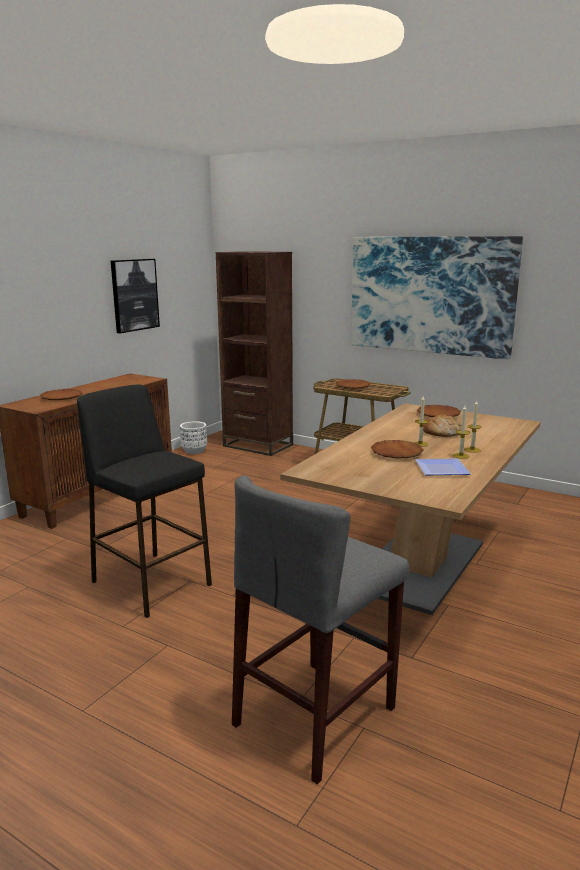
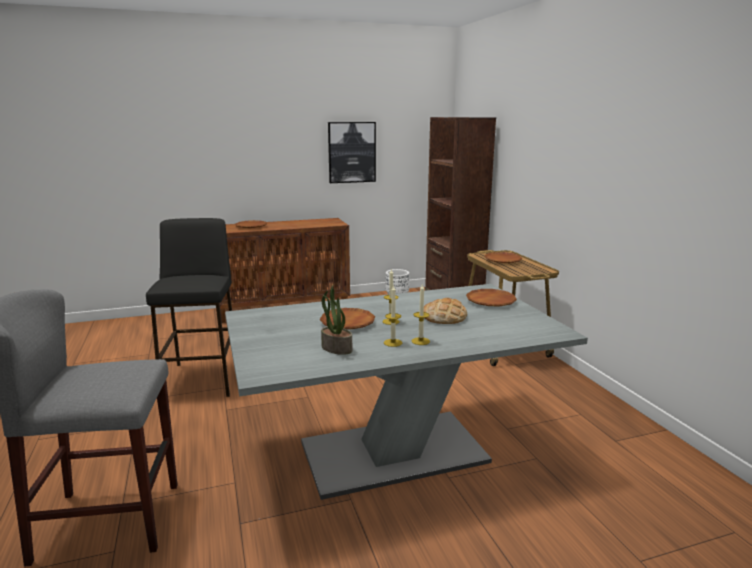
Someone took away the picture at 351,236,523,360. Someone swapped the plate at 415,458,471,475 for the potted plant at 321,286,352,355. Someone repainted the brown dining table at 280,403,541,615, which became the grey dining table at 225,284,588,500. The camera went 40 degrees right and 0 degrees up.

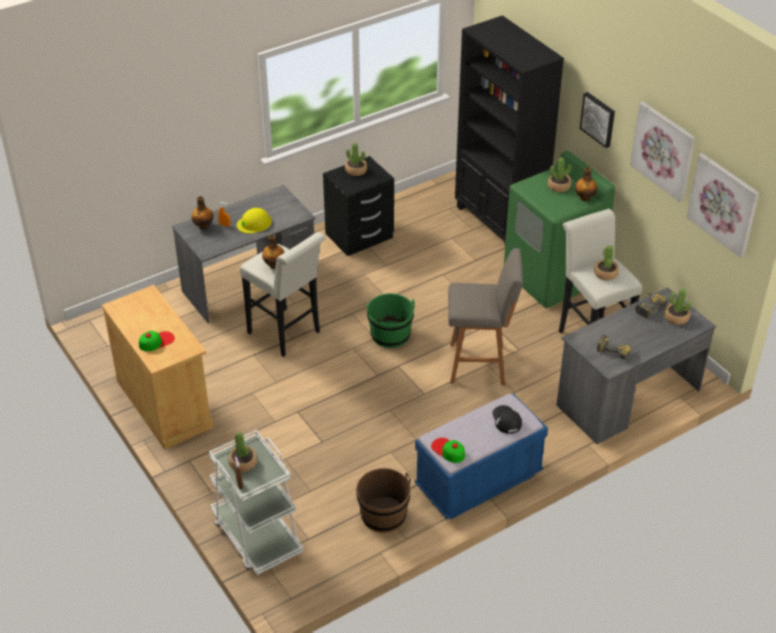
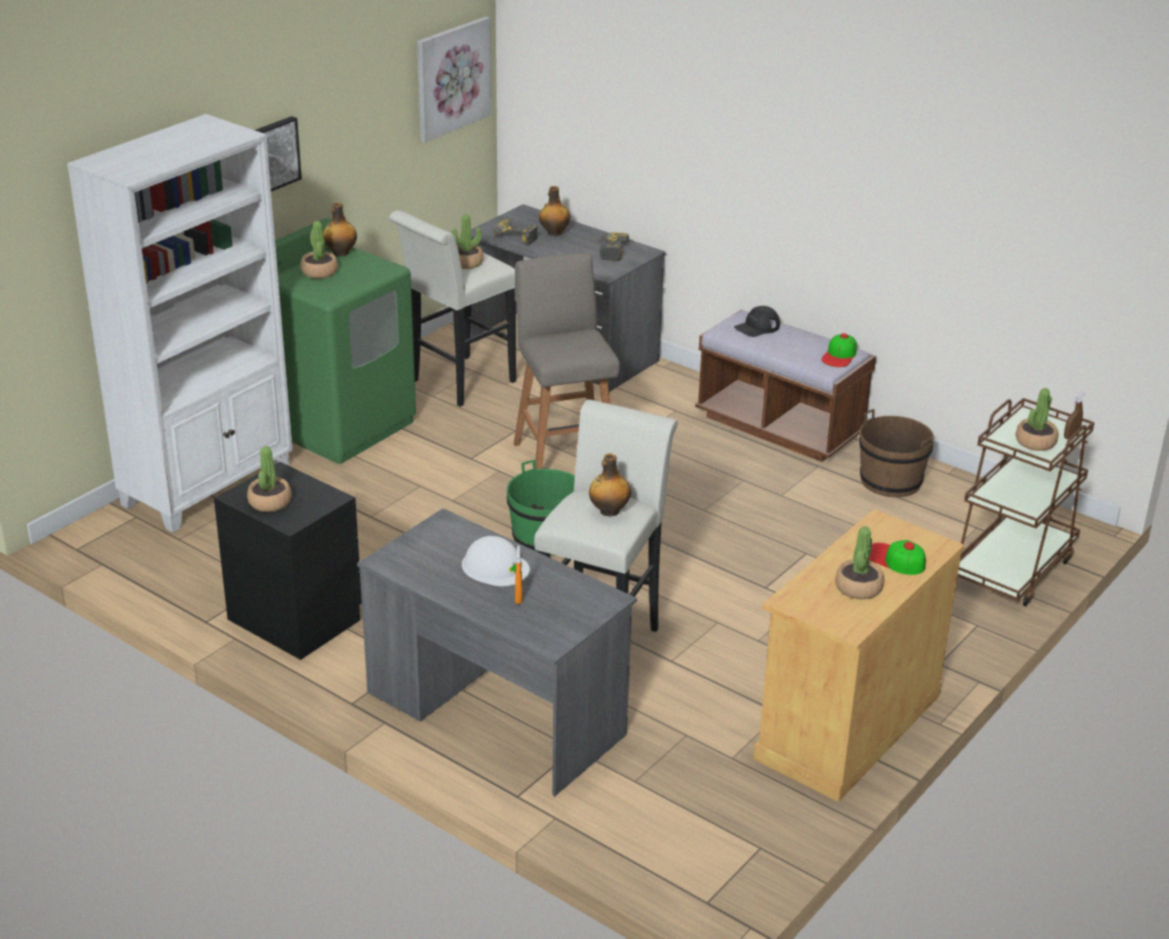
Someone took away the picture at 630,101,696,202. Someone carried the bottle from 192,196,214,230 to 539,186,570,236. Someone carried the potted plant from 664,288,691,325 to 835,526,884,599. Someone repainted the white cart at 209,430,303,575, which became the brown cart at 958,398,1095,607. Someone repainted the yellow hard hat at 237,208,272,234, which became the white hard hat at 462,536,530,586. Someone repainted the blue bench at 414,393,548,519, which became the brown bench at 695,310,876,462. Someone repainted the black bookcase at 455,15,564,242, which became the white bookcase at 67,114,292,533. The camera went 110 degrees left and 10 degrees down.

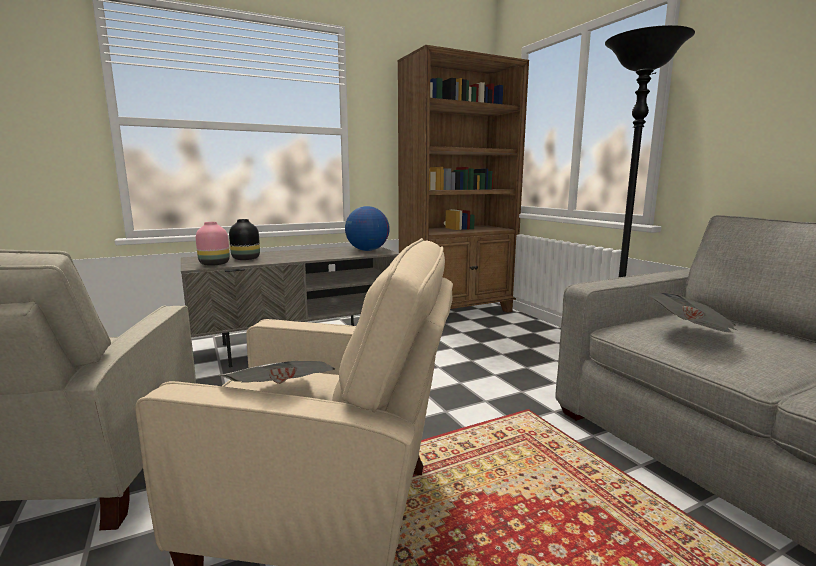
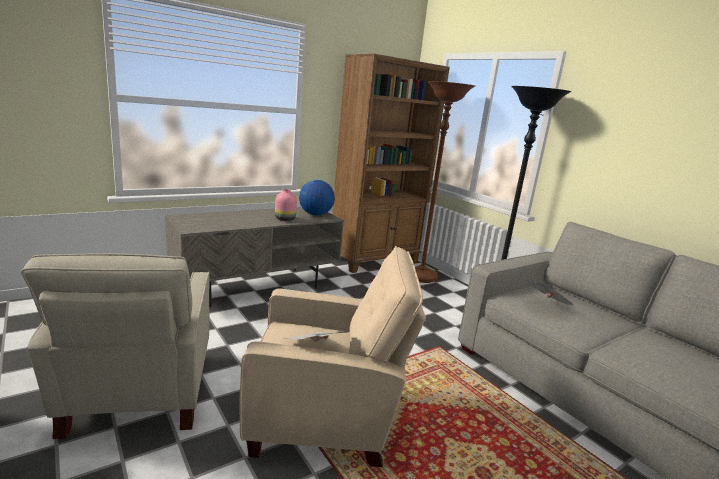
Someone took away the black vase at 229,219,260,260. Someone put down the brown floor lamp at 415,81,475,283. Someone carried the pink vase from 196,222,230,266 to 275,189,297,221. The camera went 10 degrees left and 5 degrees up.

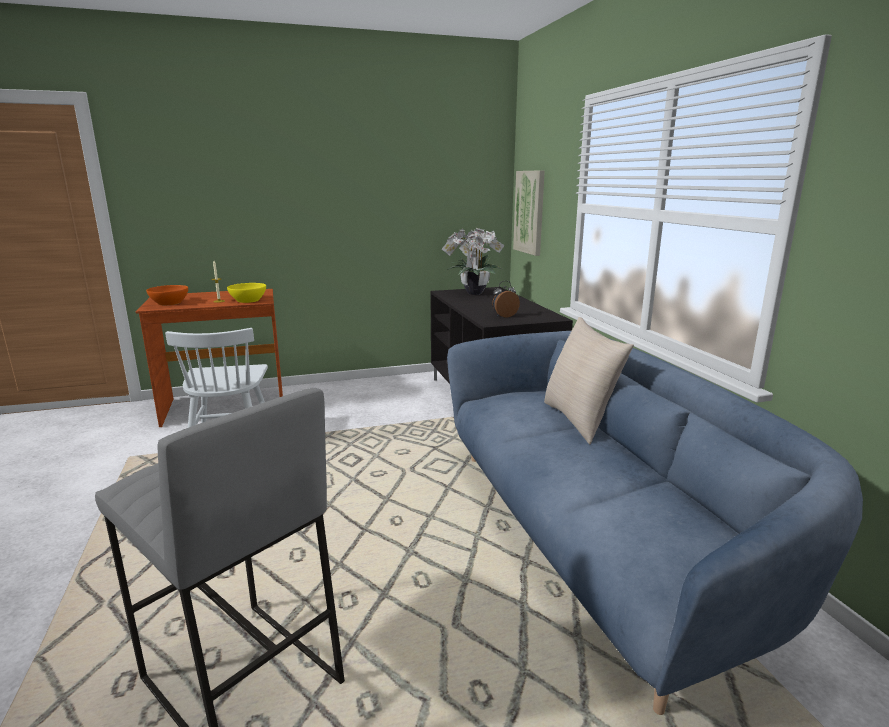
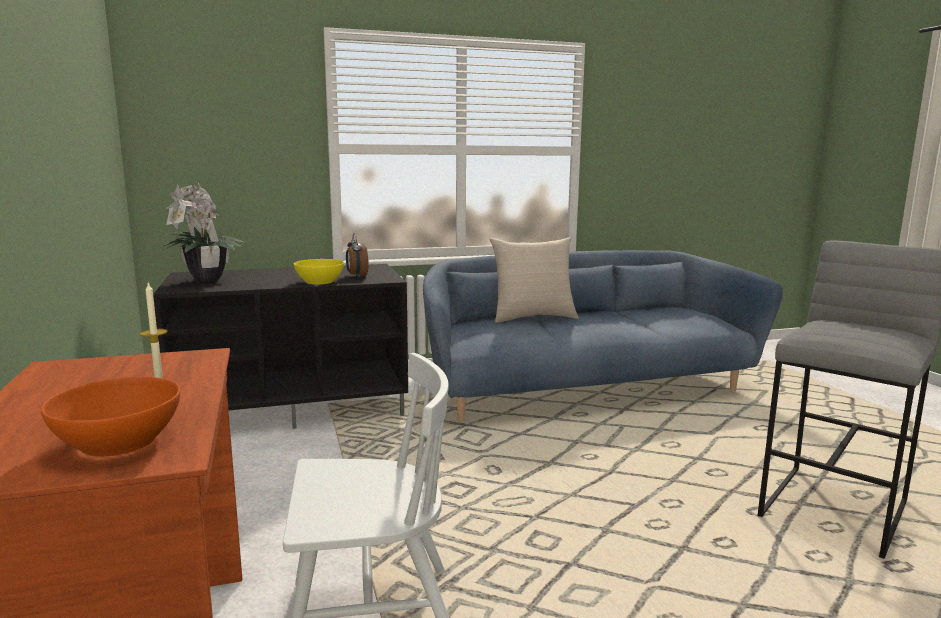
Someone took away the picture at 513,170,545,256. Someone carried the yellow bowl from 227,283,266,303 to 294,259,344,284. The camera went 90 degrees left and 5 degrees down.

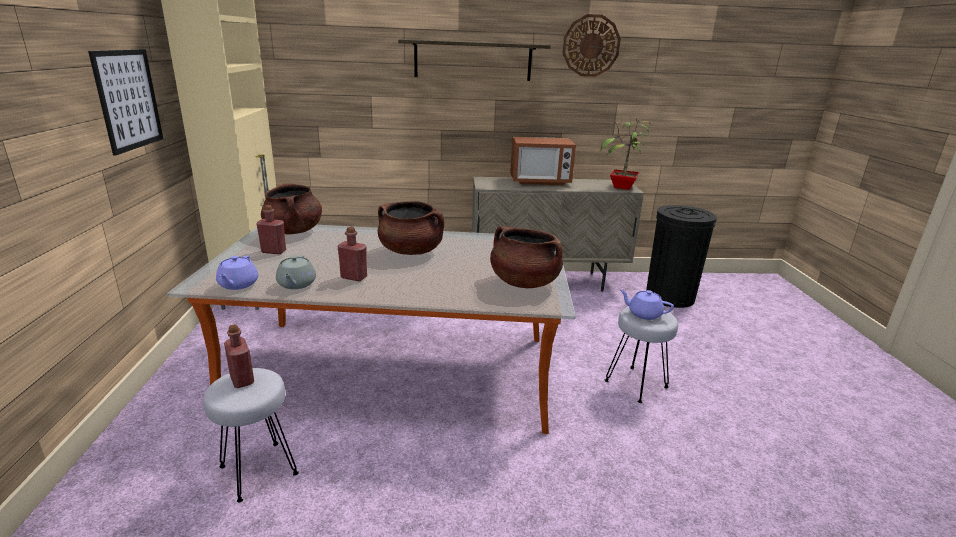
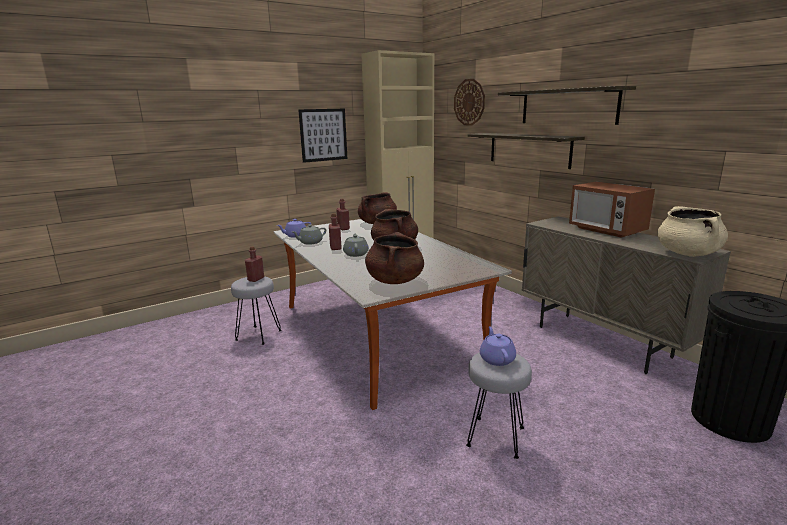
Someone put down the grey teapot at 343,234,369,257. Someone put up the shelf at 468,133,585,169. Someone carried the wall clock from 562,14,621,77 to 454,79,485,125. Someone swapped the potted plant at 600,116,652,190 for the beige cooking pot at 658,206,728,257. The camera went 60 degrees right and 5 degrees down.

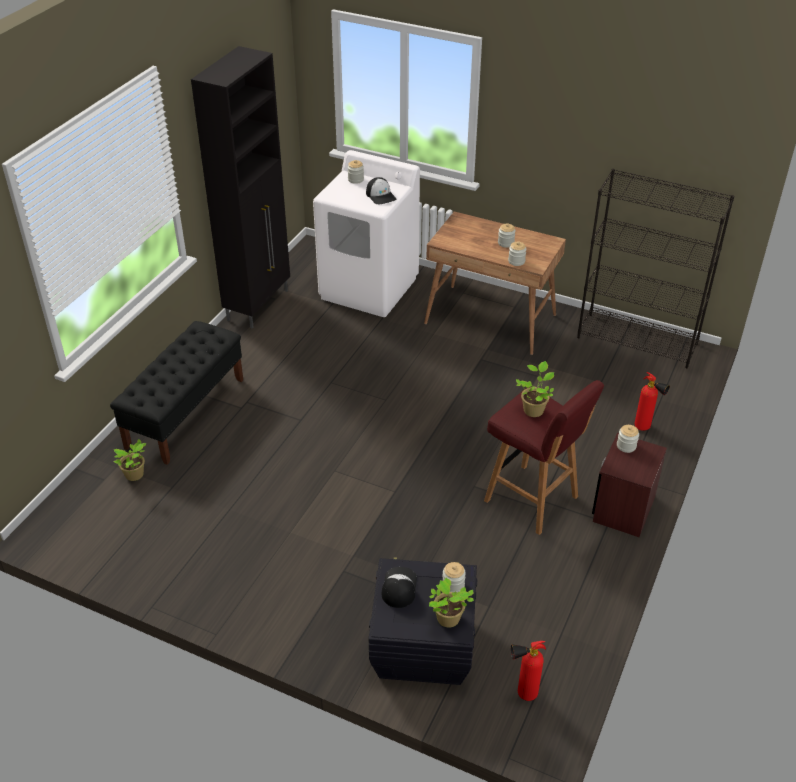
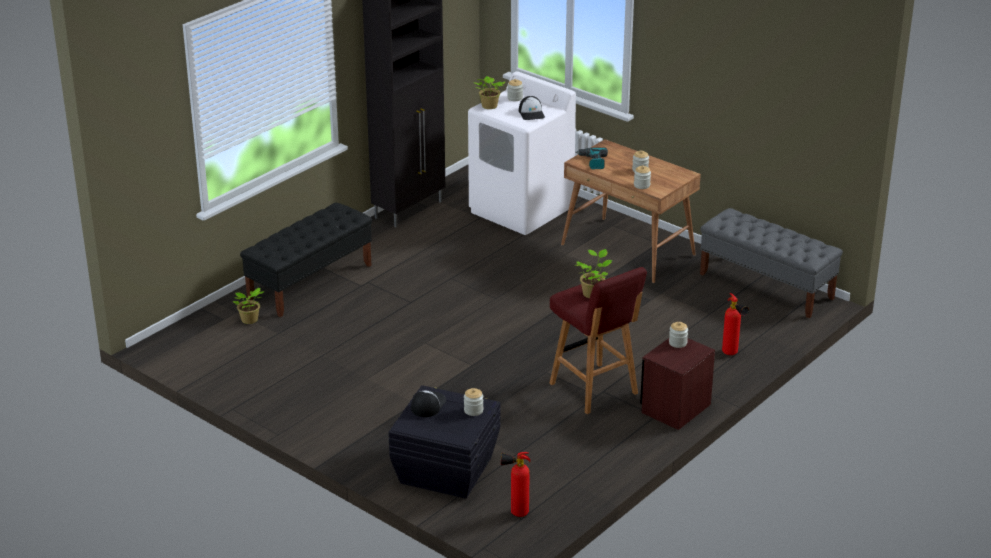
Someone put down the power drill at 575,148,608,169. Someone carried the potted plant from 429,578,474,628 to 474,76,505,109. Someone swapped the black bookcase at 577,169,734,368 for the grey bench at 700,208,843,318. The camera went 15 degrees right and 10 degrees down.

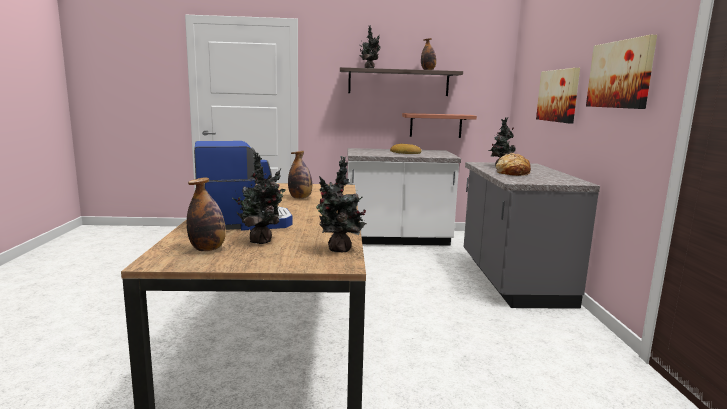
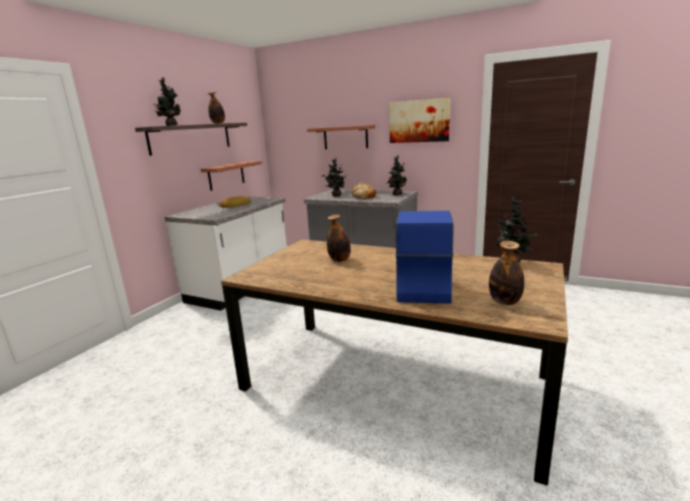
Someone carried the potted plant from 232,153,285,244 to 387,155,407,195. Someone swapped the picture at 536,68,580,124 for the shelf at 307,125,375,149. The camera went 60 degrees left and 5 degrees up.

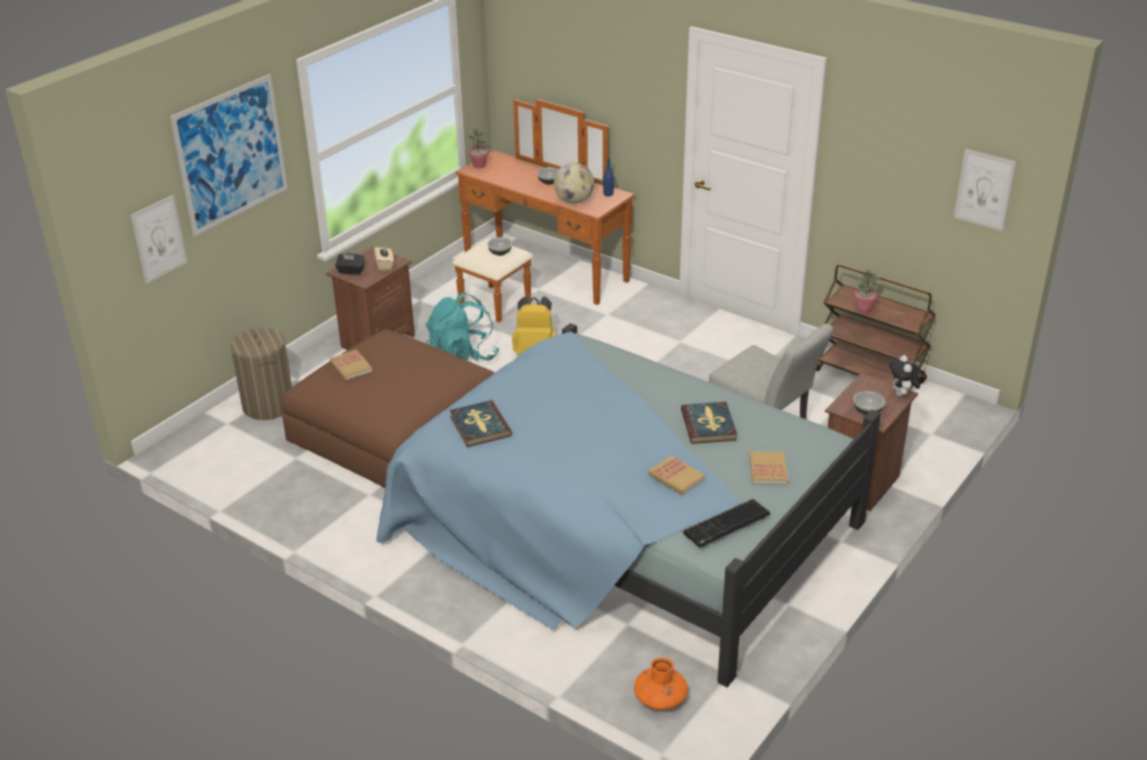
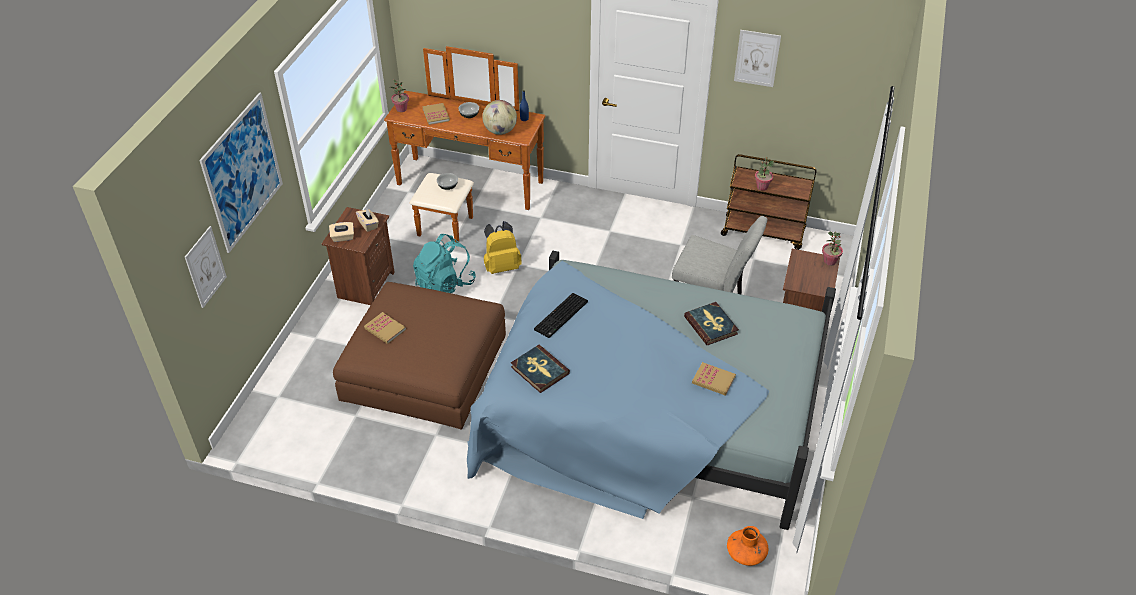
Someone took away the laundry basket at 230,328,292,420. Someone took away the bowl at 853,391,885,415. Someone carried the keyboard from 683,499,770,547 to 534,293,588,338. Someone carried the book from 749,452,788,485 to 423,103,450,125. Someone carried the picture from 954,149,1016,231 to 734,30,781,87. Someone swapped the plush toy at 889,355,920,396 for the potted plant at 822,232,843,266. Someone repainted the black tissue box at 335,253,365,275, which became the beige tissue box at 329,222,354,242. The camera went 20 degrees left and 10 degrees up.

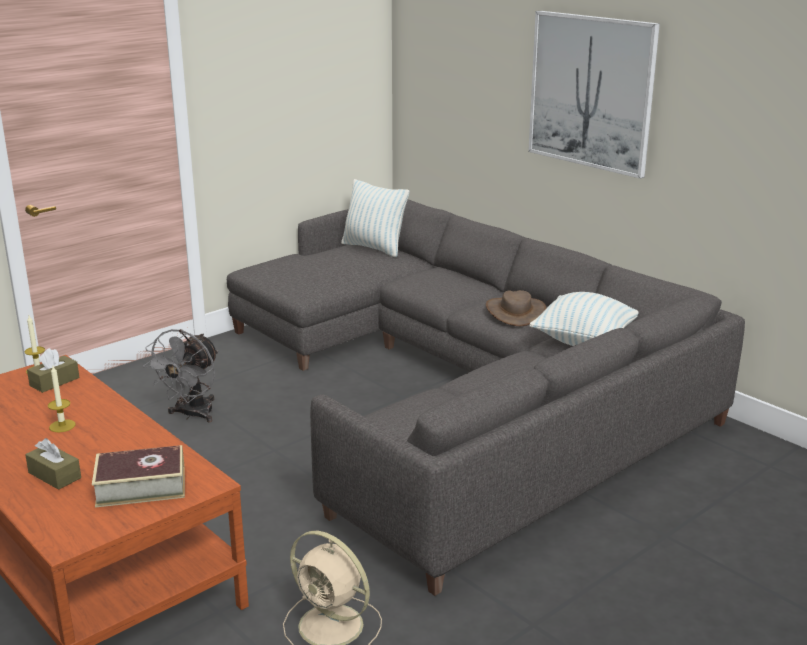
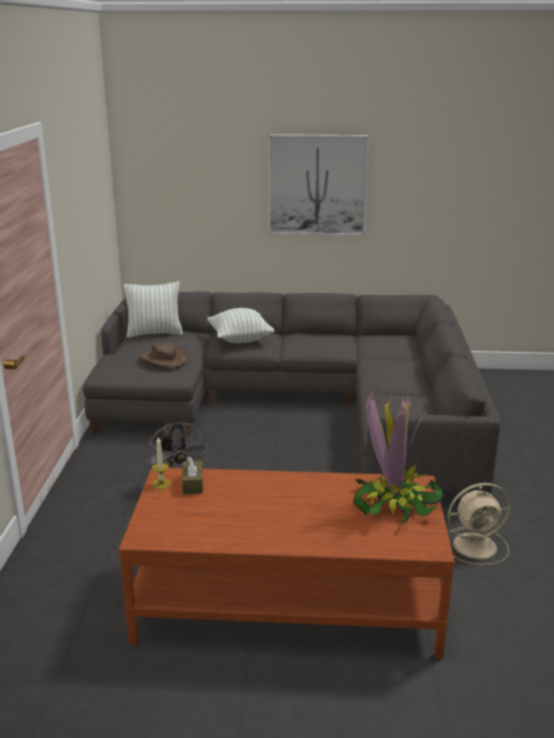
Someone took away the brown tissue box at 25,438,81,490. Someone took away the candle at 48,366,75,432. Someone carried the brown hat from 486,290,546,326 to 140,342,187,367. Someone carried the pillow from 529,292,638,346 to 207,308,275,343. Someone swapped the book at 92,445,185,508 for the potted plant at 354,387,444,526. The camera went 45 degrees left and 0 degrees up.

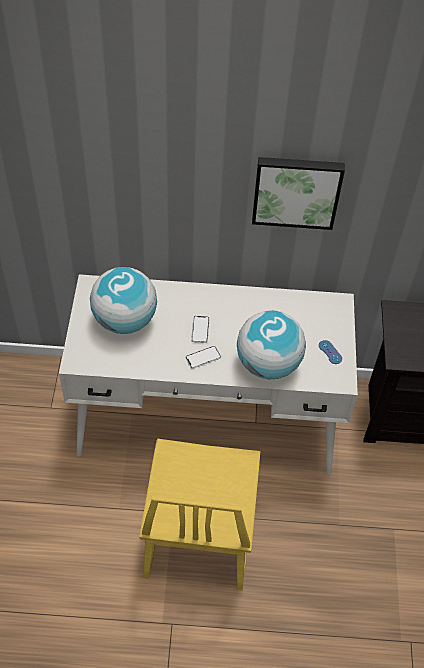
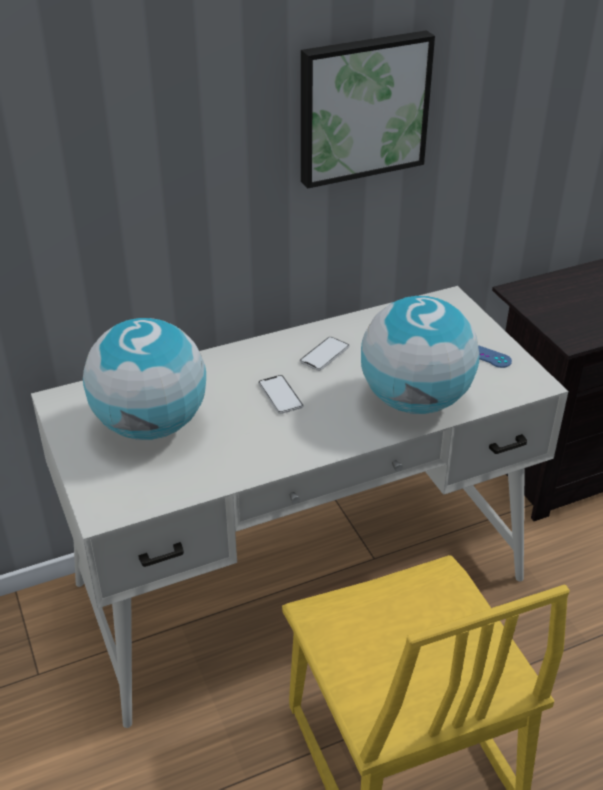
Someone carried the phone from 185,346,221,369 to 300,337,350,371. The camera went 25 degrees left and 15 degrees down.

